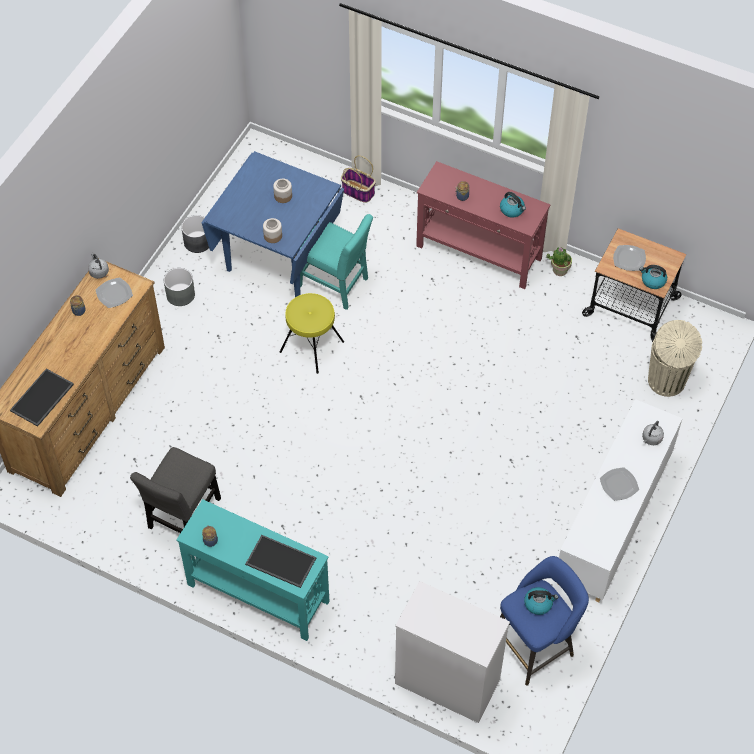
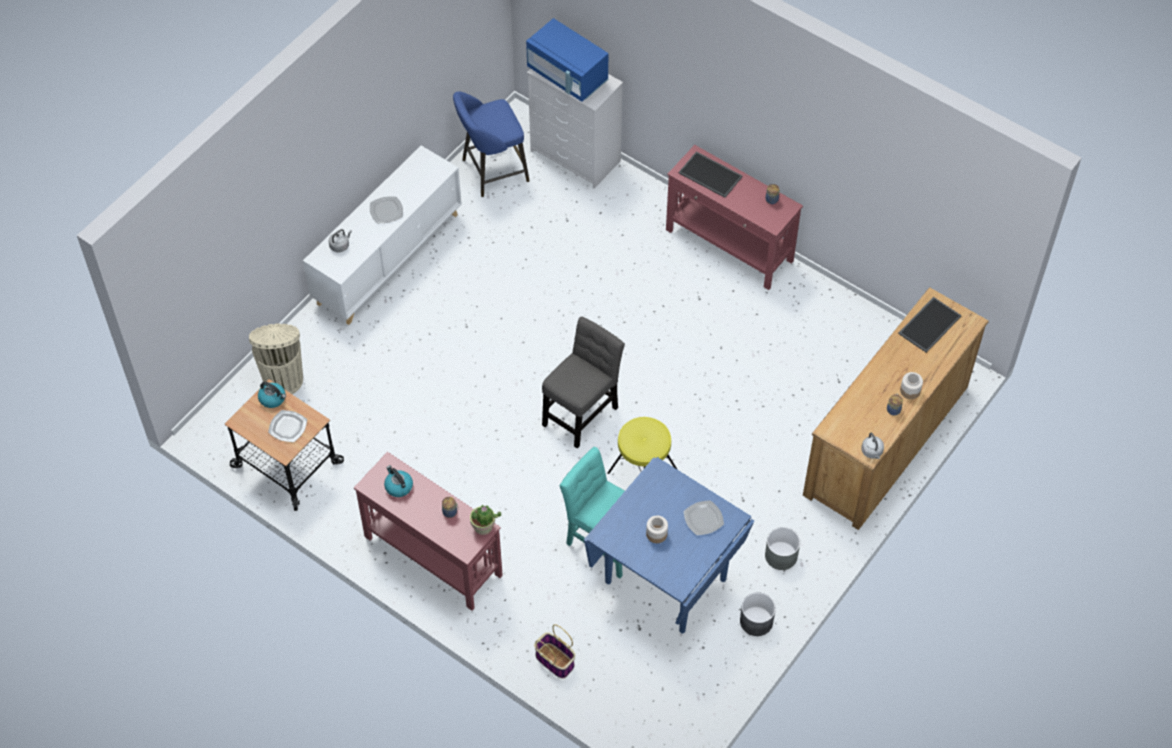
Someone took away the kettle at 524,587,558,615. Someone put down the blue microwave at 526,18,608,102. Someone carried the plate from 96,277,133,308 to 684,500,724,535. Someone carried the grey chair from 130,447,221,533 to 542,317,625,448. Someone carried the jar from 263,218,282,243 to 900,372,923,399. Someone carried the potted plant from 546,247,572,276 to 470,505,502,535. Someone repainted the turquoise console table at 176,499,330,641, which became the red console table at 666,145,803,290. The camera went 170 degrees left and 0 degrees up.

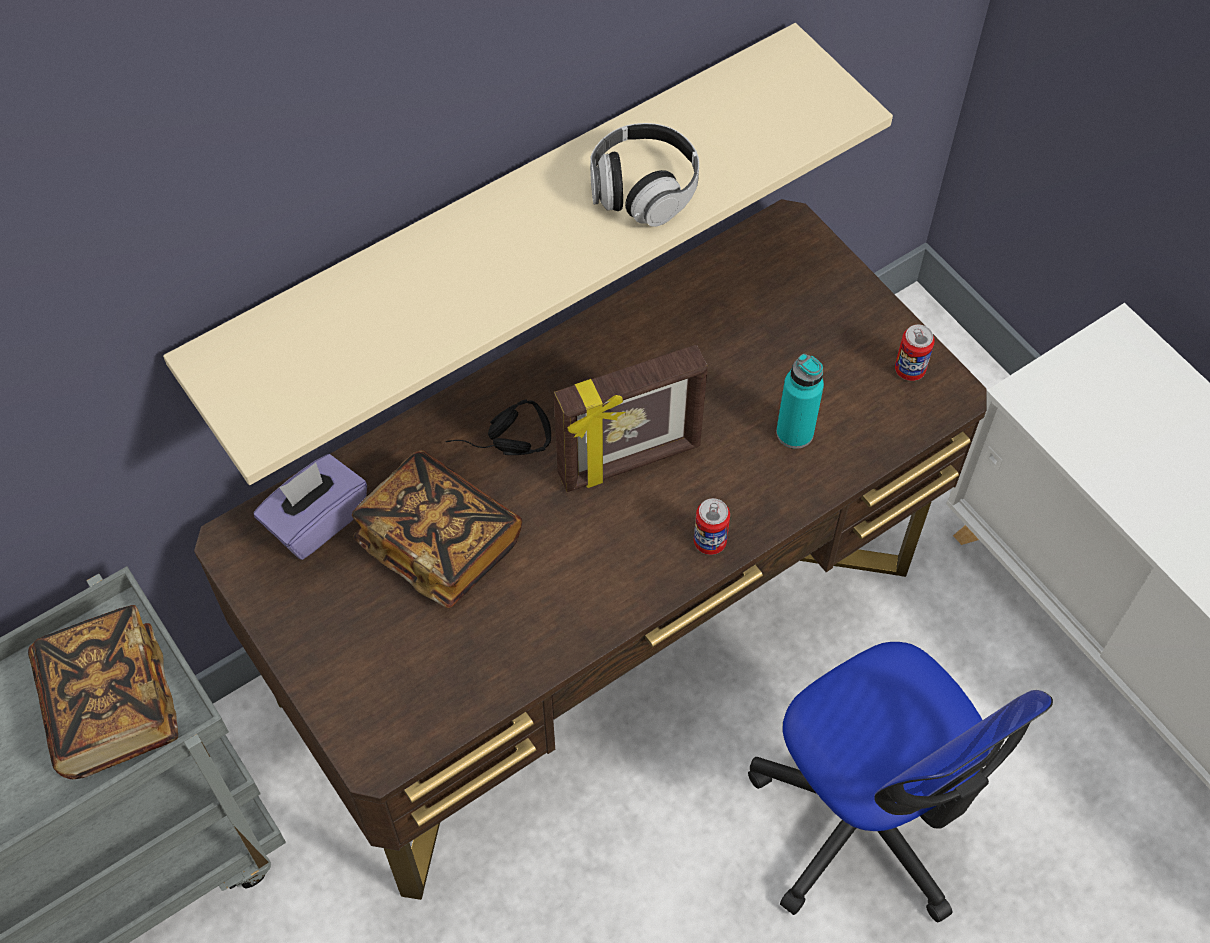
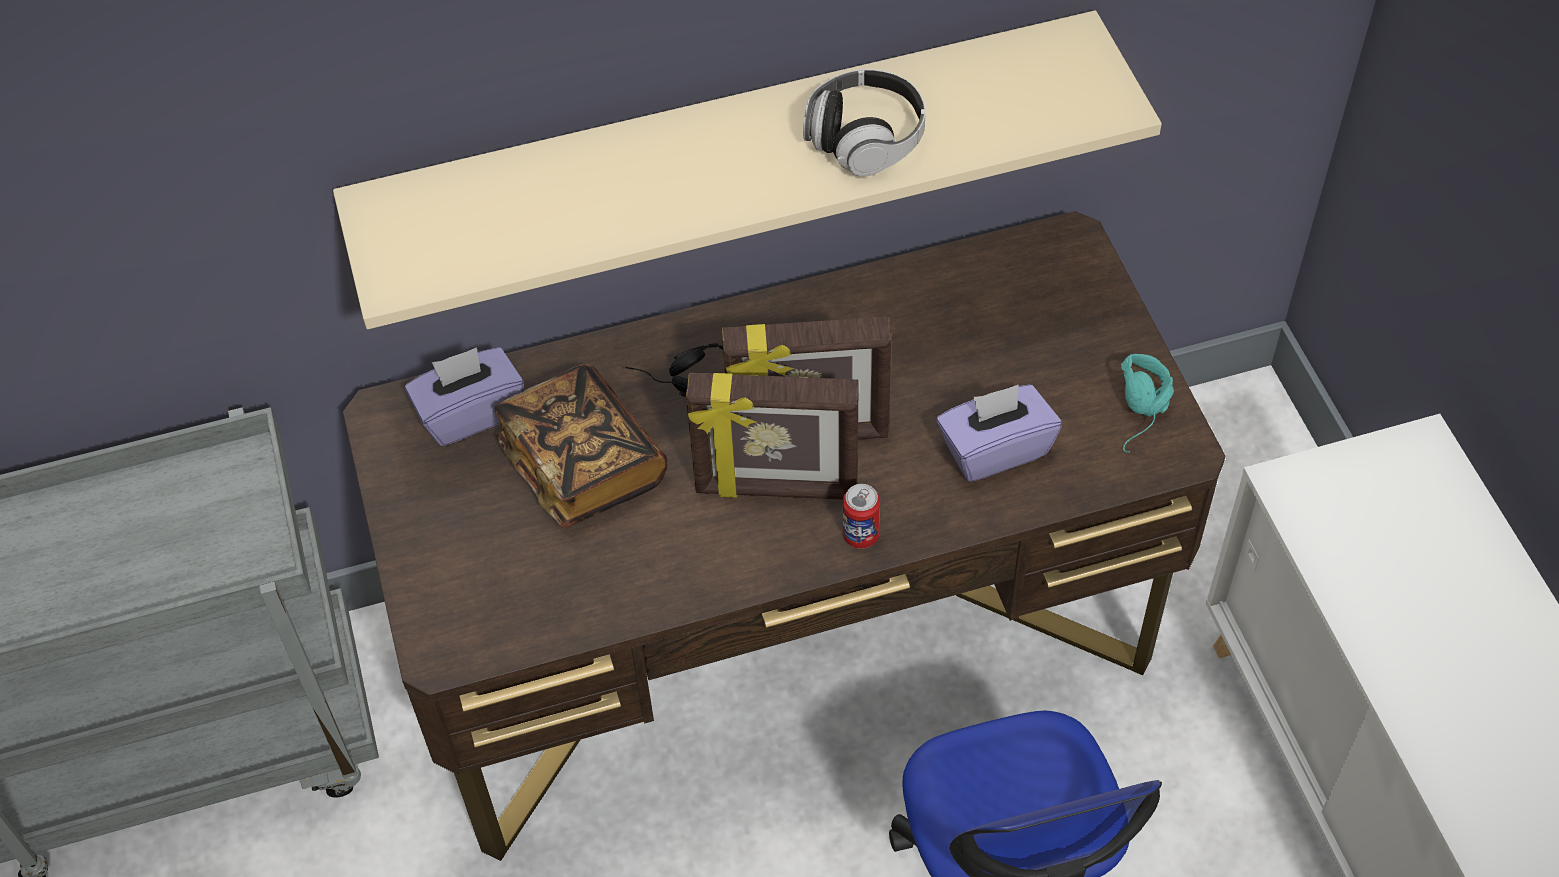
Someone took away the book at 28,605,178,779. Someone put down the picture frame at 686,373,859,499. Someone swapped the turquoise bottle at 776,354,824,449 for the purple tissue box at 936,385,1062,482. Someone swapped the can at 895,324,935,381 for the turquoise headphones at 1121,354,1174,453. The camera went 20 degrees right and 5 degrees down.

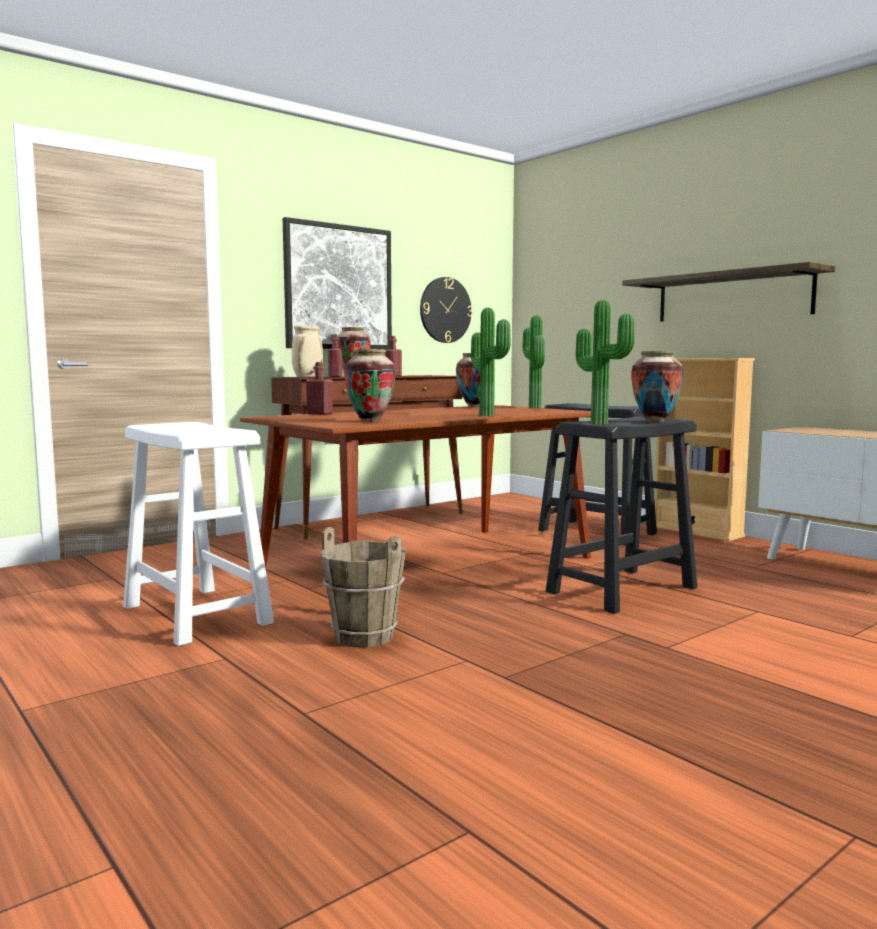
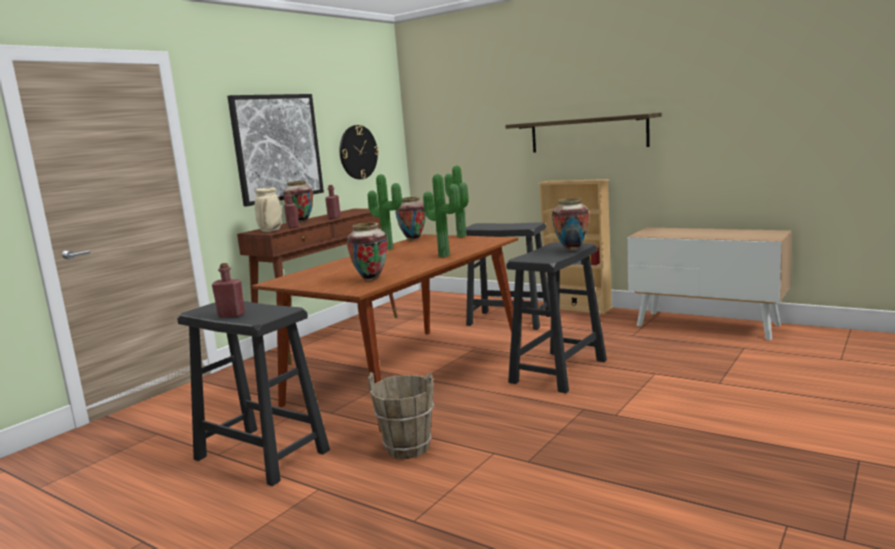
Someone carried the red bottle from 306,362,333,415 to 212,263,245,318. Someone carried the potted plant from 576,300,635,425 to 368,174,402,250. Someone repainted the white stool at 123,422,274,646, which became the black stool at 177,301,330,486. The camera went 15 degrees left and 5 degrees up.

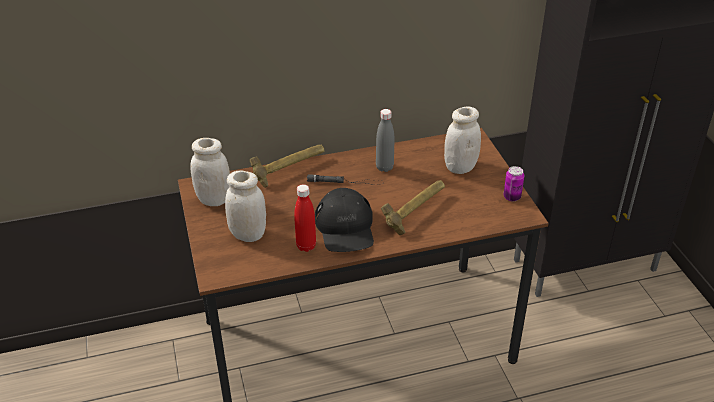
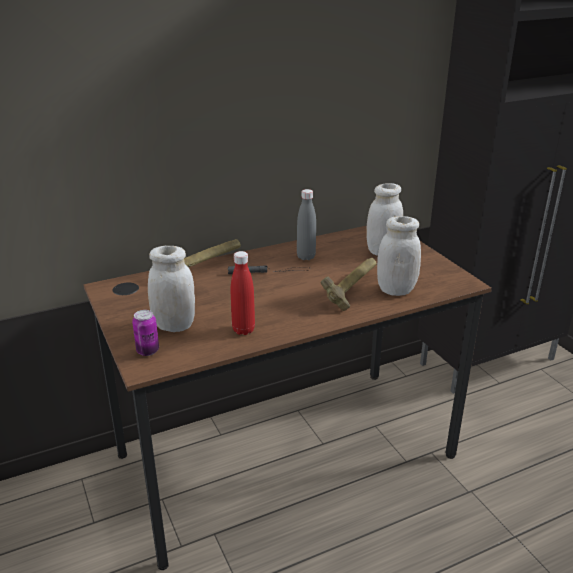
Someone took away the black cap at 315,188,374,252. Someone carried the white jar from 190,138,230,206 to 377,216,421,296. Someone carried the can from 503,166,524,201 to 132,310,159,356. The camera went 10 degrees left and 10 degrees down.

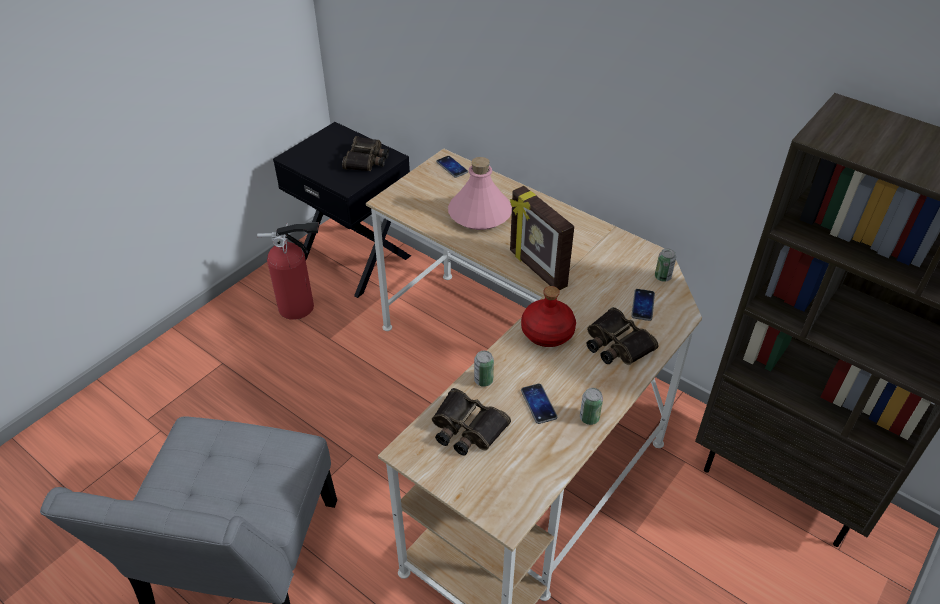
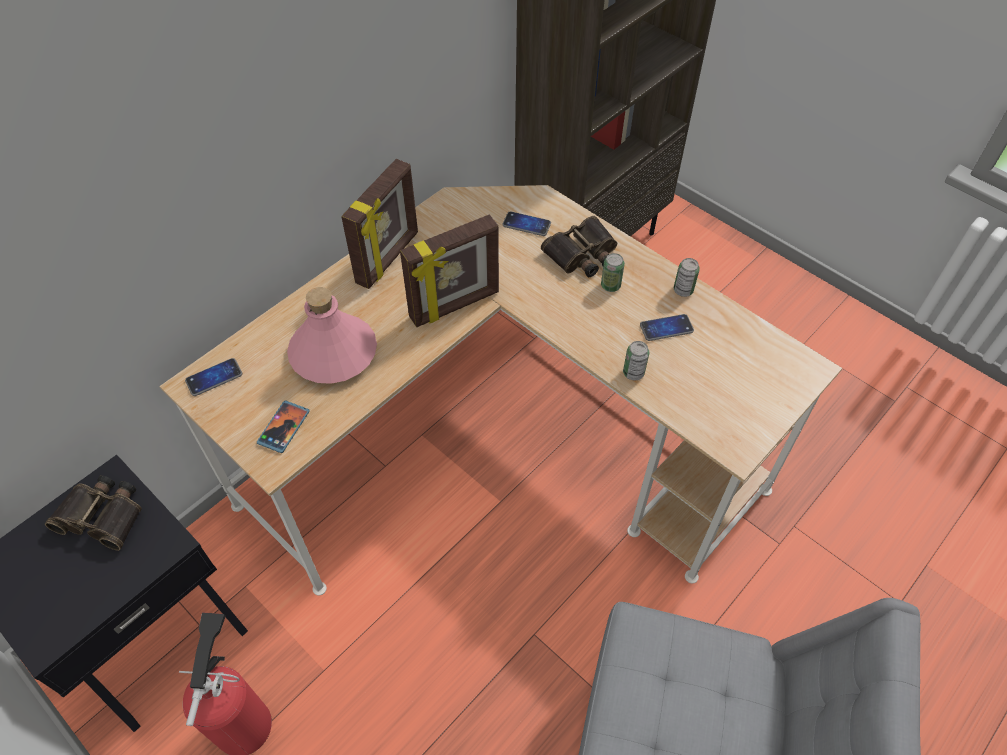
Someone took away the binoculars at 432,388,511,455. Someone took away the red bottle at 521,286,576,347. Someone put down the phone at 257,400,310,453. Someone put down the picture frame at 341,159,418,289. Someone carried the can from 655,249,676,282 to 601,253,625,292. The camera went 85 degrees left and 10 degrees up.

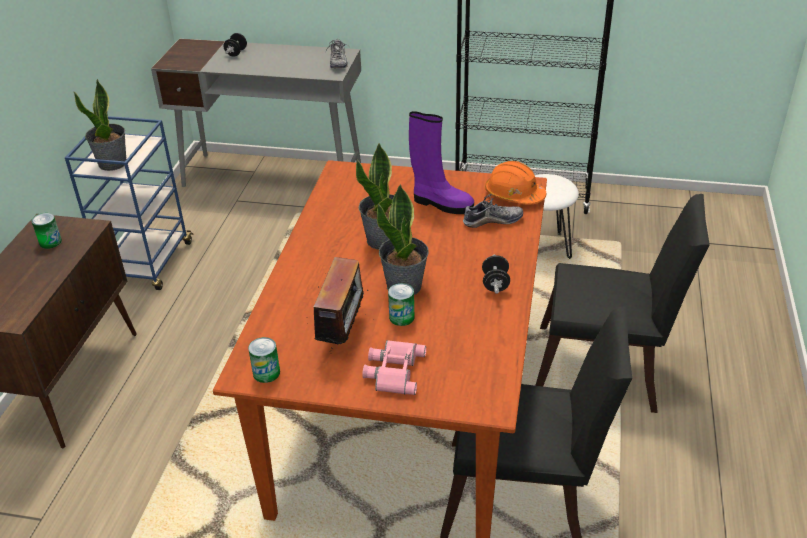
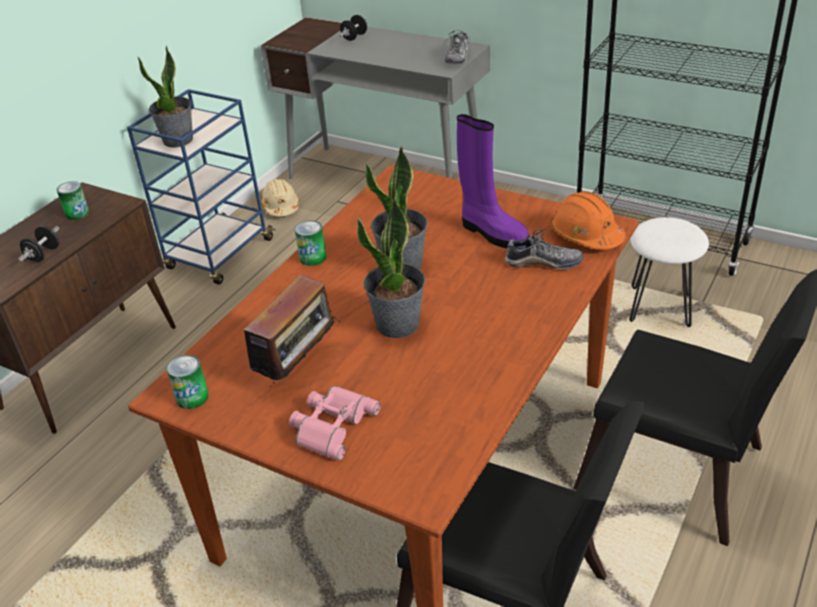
Someone put down the beige hard hat at 261,179,299,216. Someone carried the can from 388,283,415,326 to 295,220,326,266. Someone carried the black dumbbell from 482,254,510,294 to 18,226,59,262. The camera went 20 degrees right and 0 degrees up.

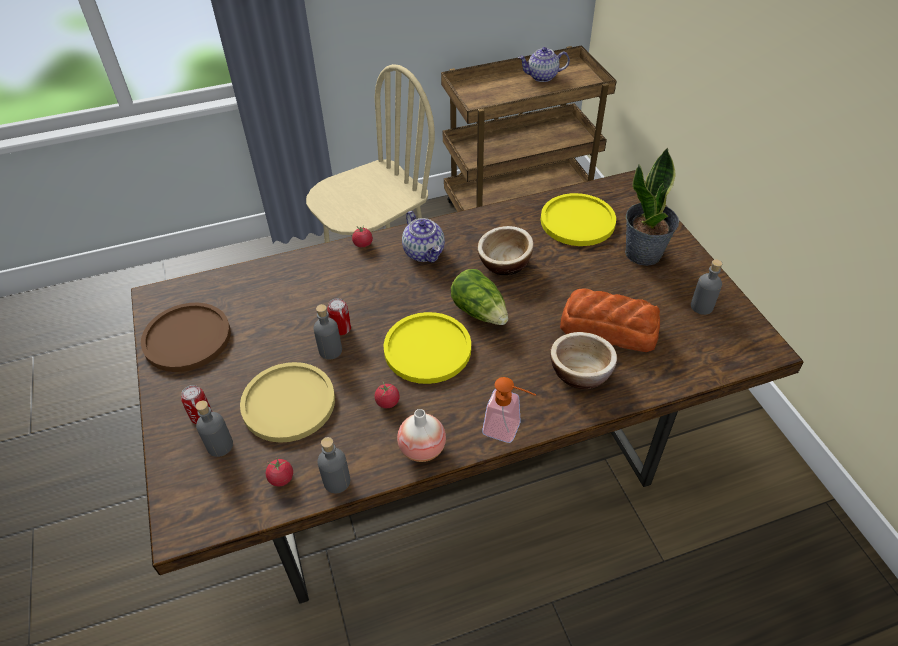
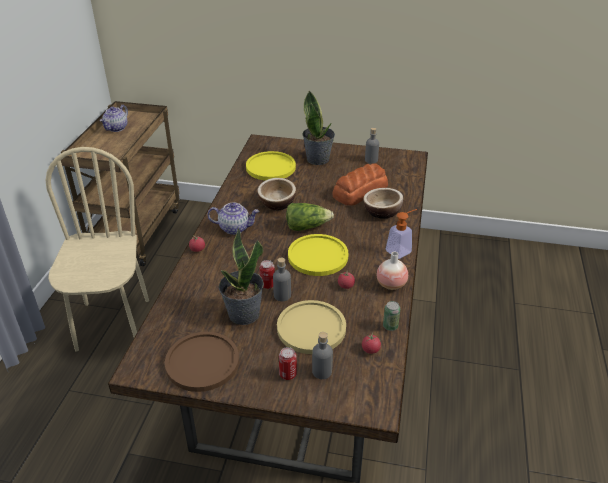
Someone put down the potted plant at 219,228,264,325. Someone swapped the grey bottle at 318,437,350,493 for the can at 383,301,400,331. The camera went 60 degrees left and 10 degrees down.

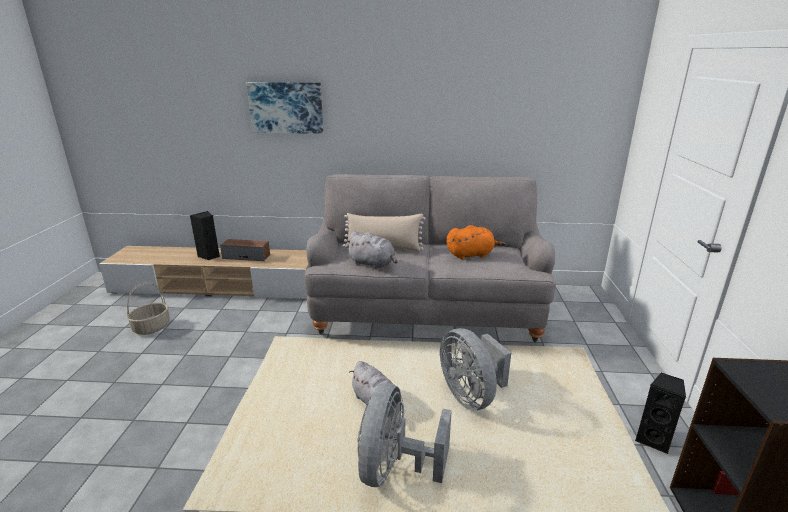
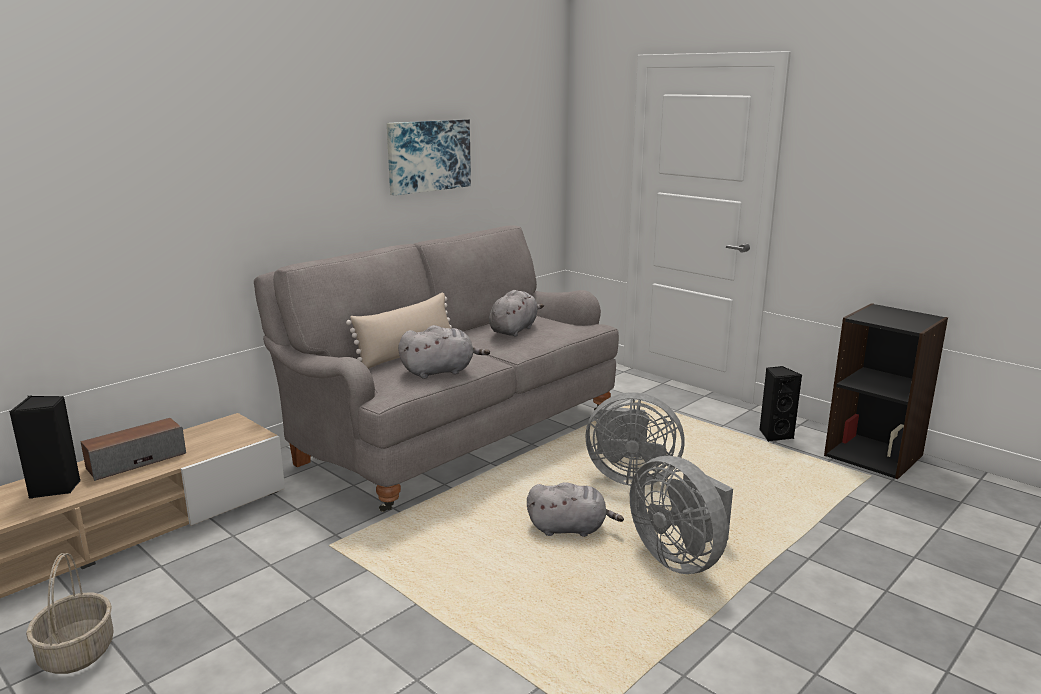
Someone carried the picture from 247,82,323,134 to 387,119,471,196. Someone repainted the orange plush toy at 447,225,506,260, which became the grey plush toy at 489,290,544,337. The camera went 50 degrees left and 5 degrees down.

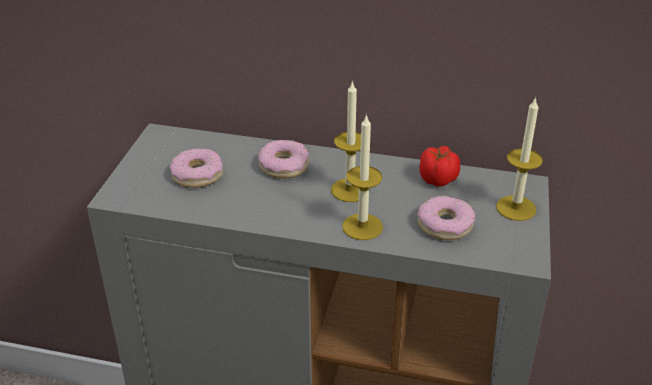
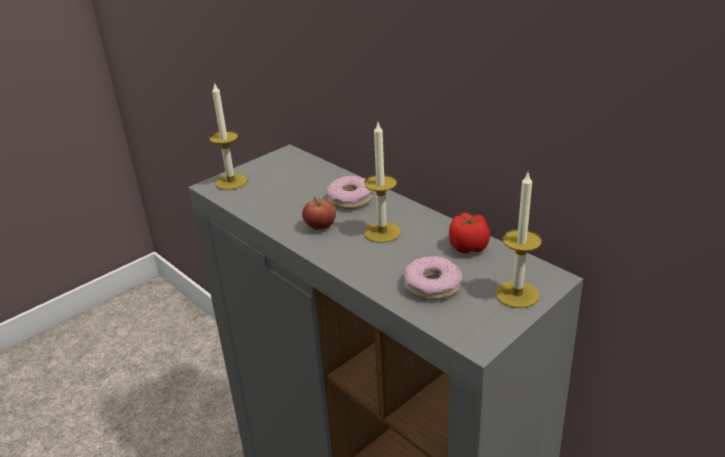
Someone took away the donut at 170,148,223,188. Someone put down the apple at 302,197,336,230. Someone carried the candle from 342,114,383,240 to 209,82,248,190. The camera went 35 degrees right and 5 degrees down.

